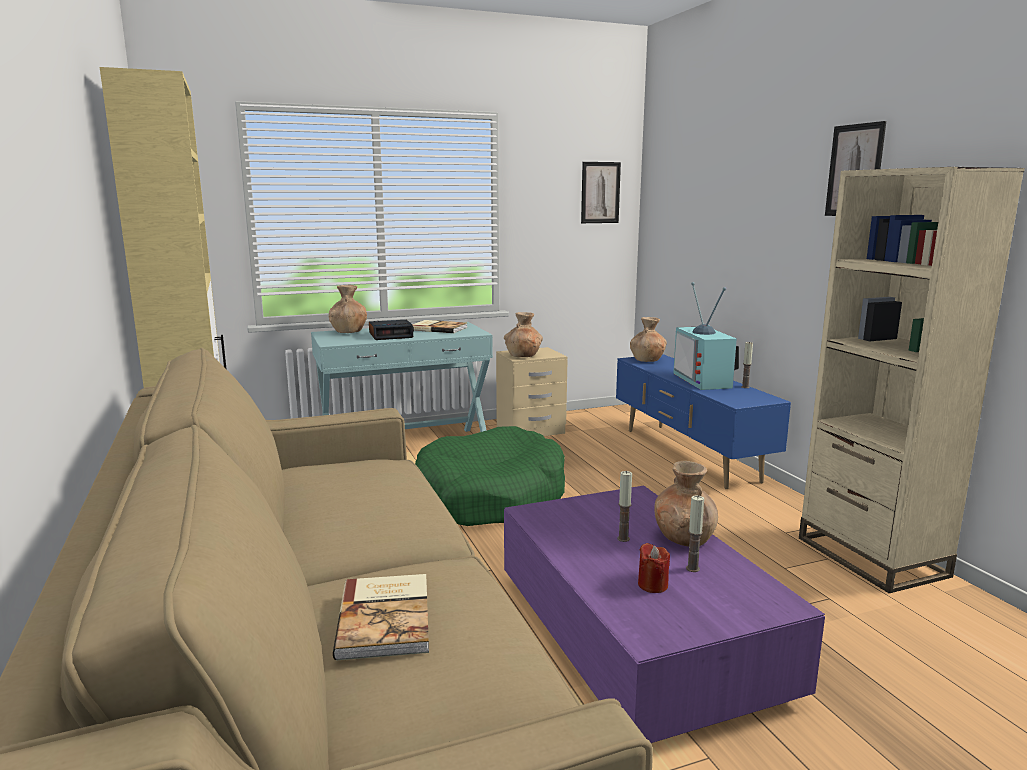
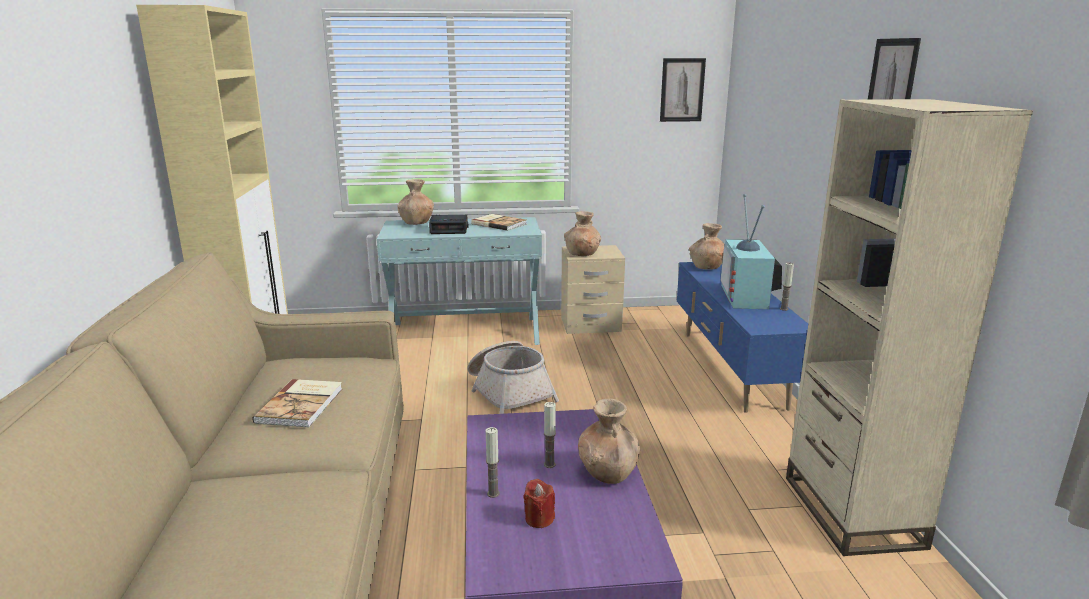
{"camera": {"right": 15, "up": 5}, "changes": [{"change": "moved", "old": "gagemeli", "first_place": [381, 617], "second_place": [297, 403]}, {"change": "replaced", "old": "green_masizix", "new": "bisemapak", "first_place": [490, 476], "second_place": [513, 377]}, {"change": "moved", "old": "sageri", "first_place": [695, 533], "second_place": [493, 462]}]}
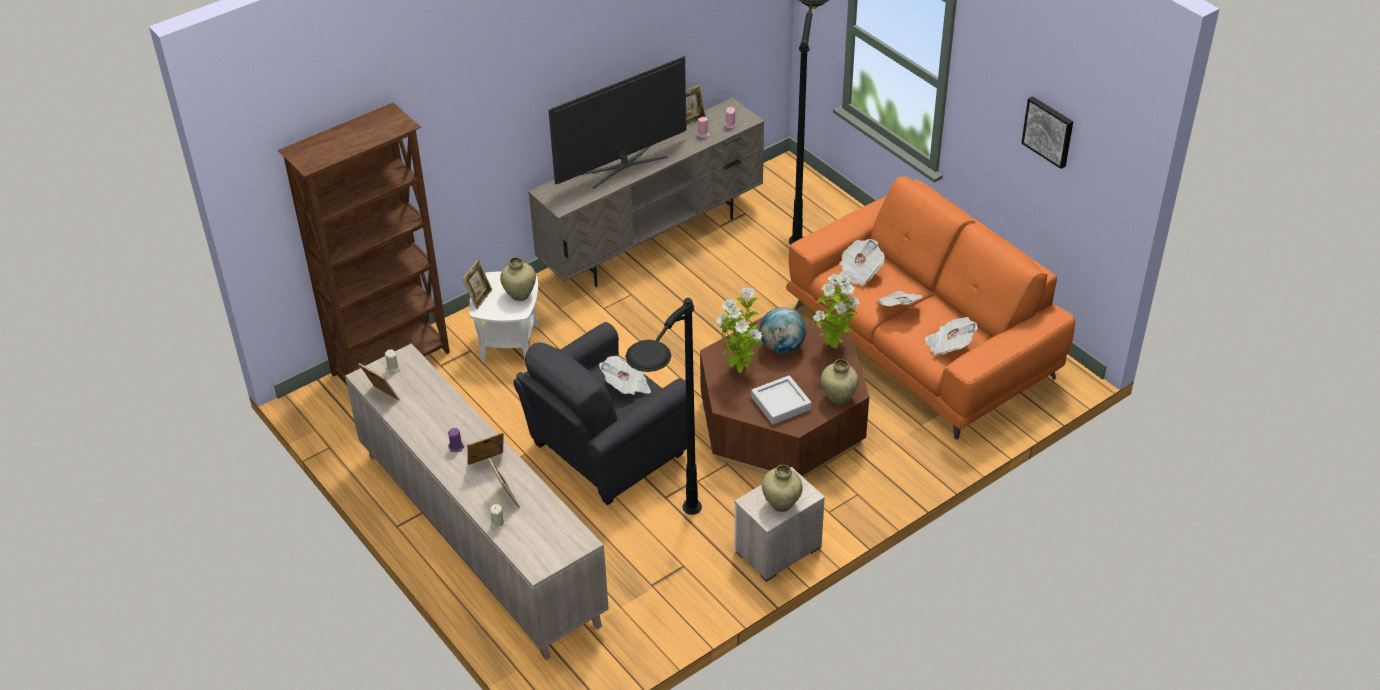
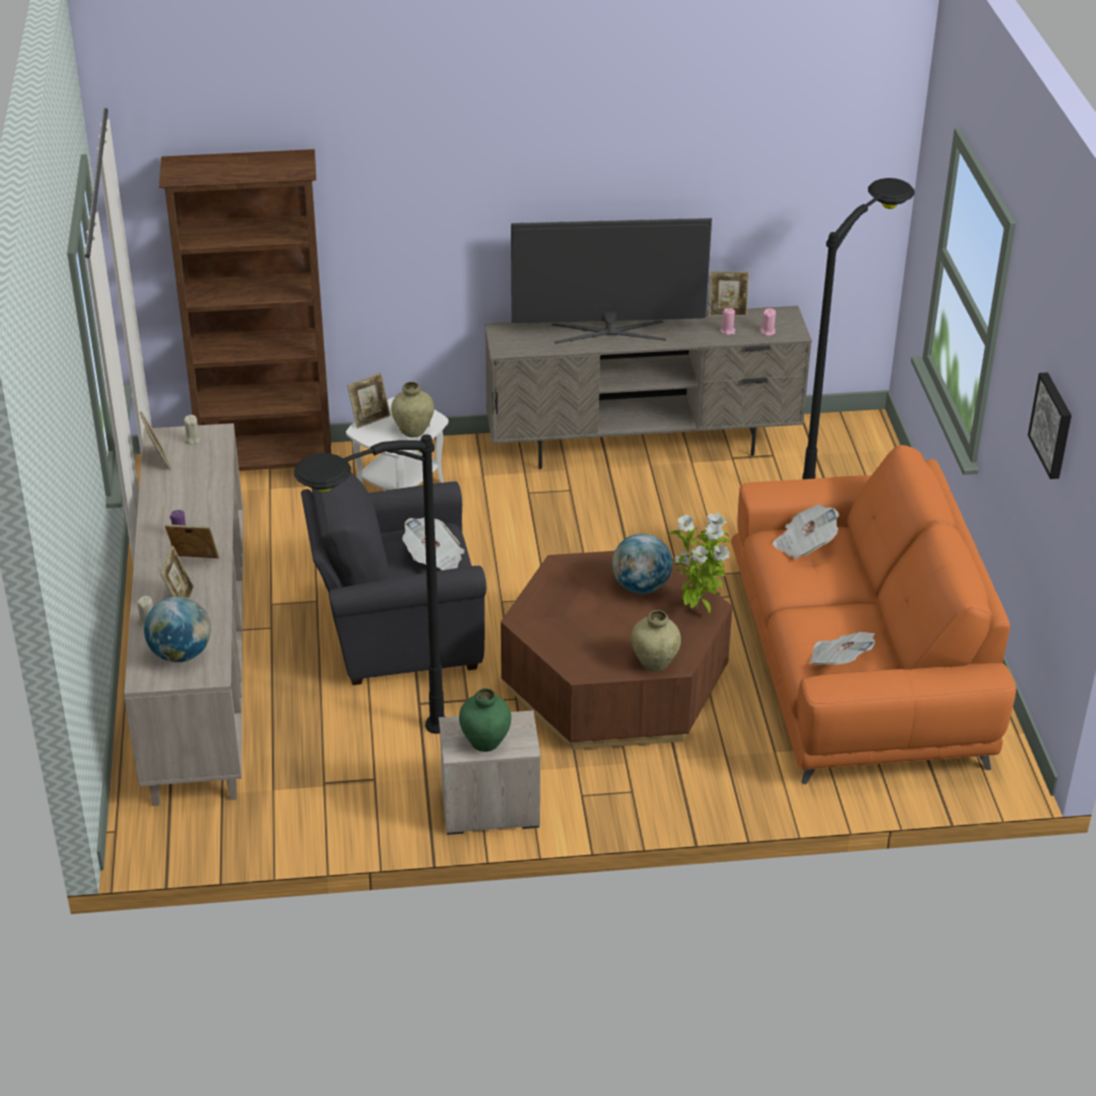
{"camera": {"right": 30, "up": -5}, "changes": [{"change": "removed", "old": "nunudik", "first_place": [739, 330]}, {"change": "removed", "old": "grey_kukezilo", "first_place": [781, 400]}, {"change": "recoloured", "old": "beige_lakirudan", "new": "green_lakirudan", "first_place": [782, 488], "second_place": [485, 720]}, {"change": "removed", "old": "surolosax", "first_place": [900, 298]}, {"change": "added", "new": "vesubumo", "second_place": [177, 629]}]}
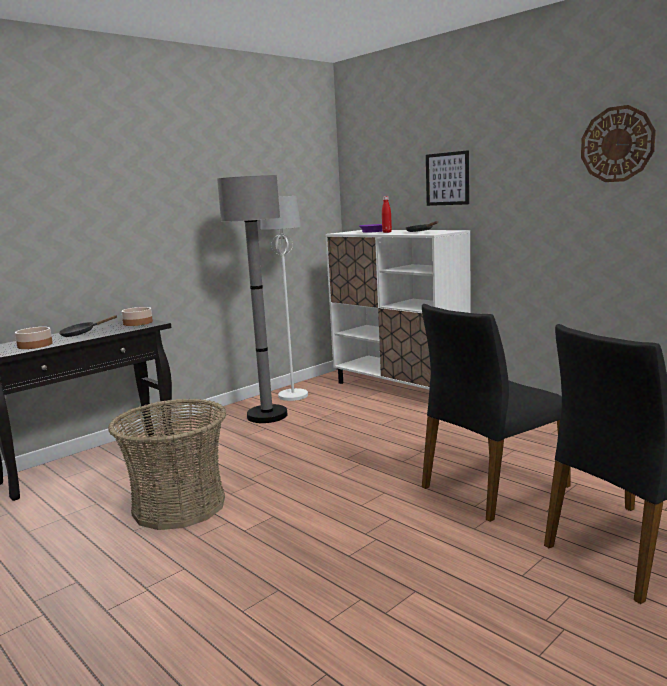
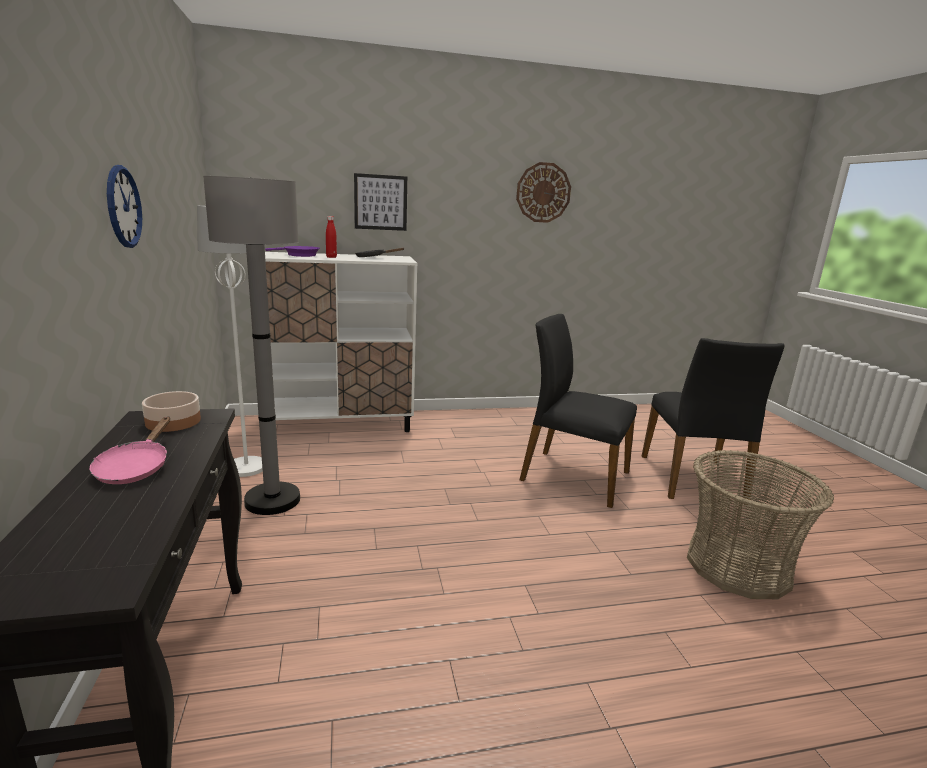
{"camera": {"right": -60, "up": 5}, "changes": [{"change": "removed", "old": "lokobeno", "first_place": [34, 338]}, {"change": "recoloured", "old": "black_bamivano", "new": "pink_bamivano", "first_place": [88, 326], "second_place": [130, 450]}, {"change": "moved", "old": "bisemapak", "first_place": [167, 464], "second_place": [760, 524]}, {"change": "turned", "old": "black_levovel", "first_place": [496, 413], "second_place": [578, 411], "degrees": 120}, {"change": "added", "new": "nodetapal", "second_place": [124, 206]}]}
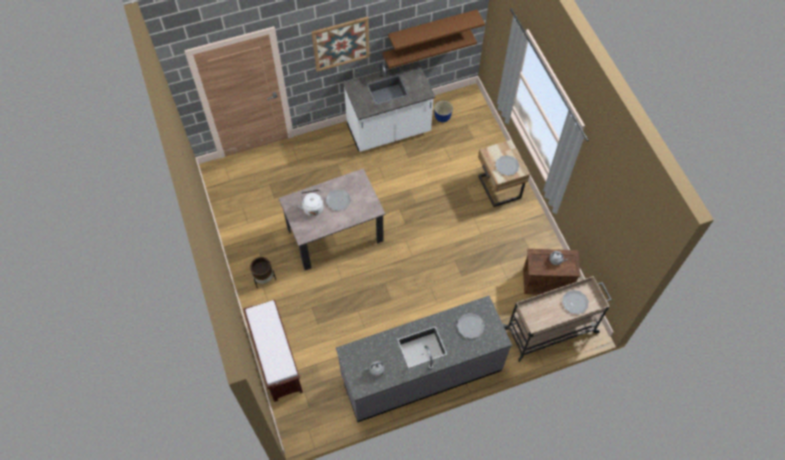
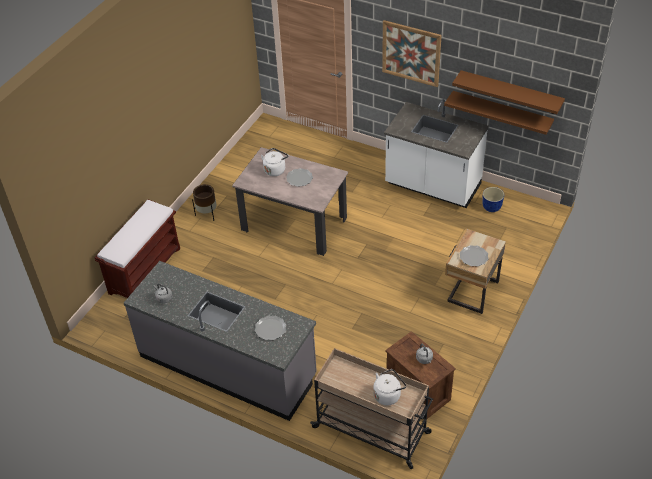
{"camera": {"right": 50, "up": -15}, "changes": [{"change": "replaced", "old": "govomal", "new": "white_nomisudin", "first_place": [575, 302], "second_place": [389, 387]}]}
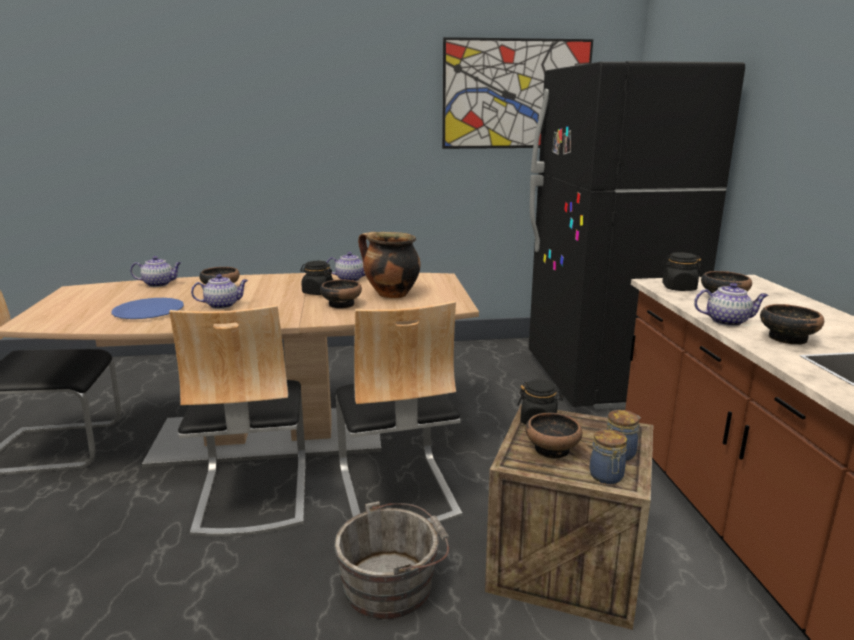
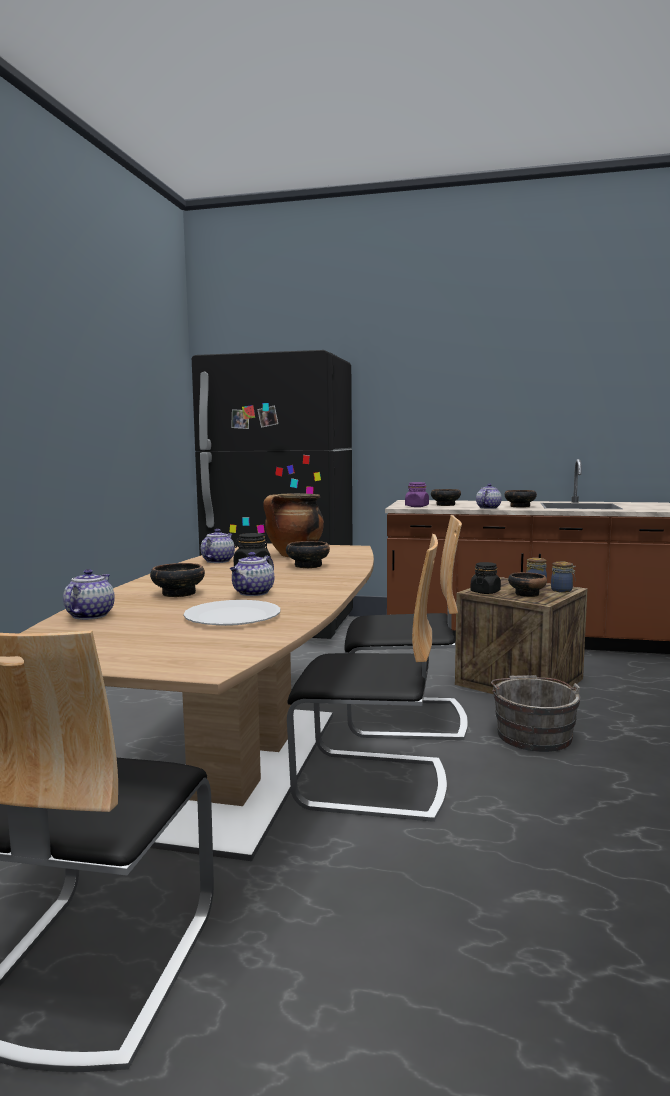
{"camera": {"right": -70, "up": -10}, "changes": [{"change": "recoloured", "old": "blue_govomal", "new": "white_govomal", "first_place": [147, 308], "second_place": [231, 613]}, {"change": "turned", "old": "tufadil", "first_place": [219, 291], "second_place": [252, 574], "degrees": -150}, {"change": "removed", "old": "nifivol", "first_place": [517, 93]}, {"change": "recoloured", "old": "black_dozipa", "new": "purple_dozipa", "first_place": [681, 271], "second_place": [417, 494]}]}
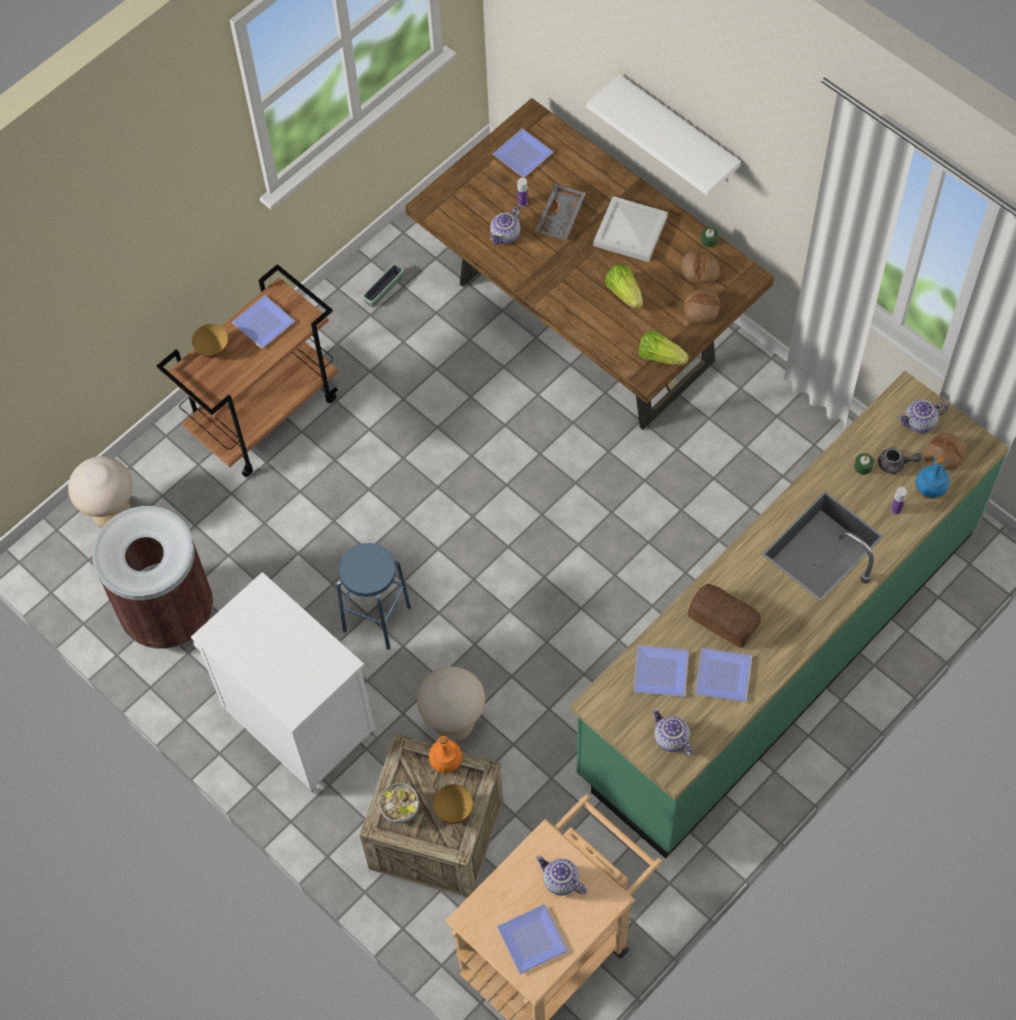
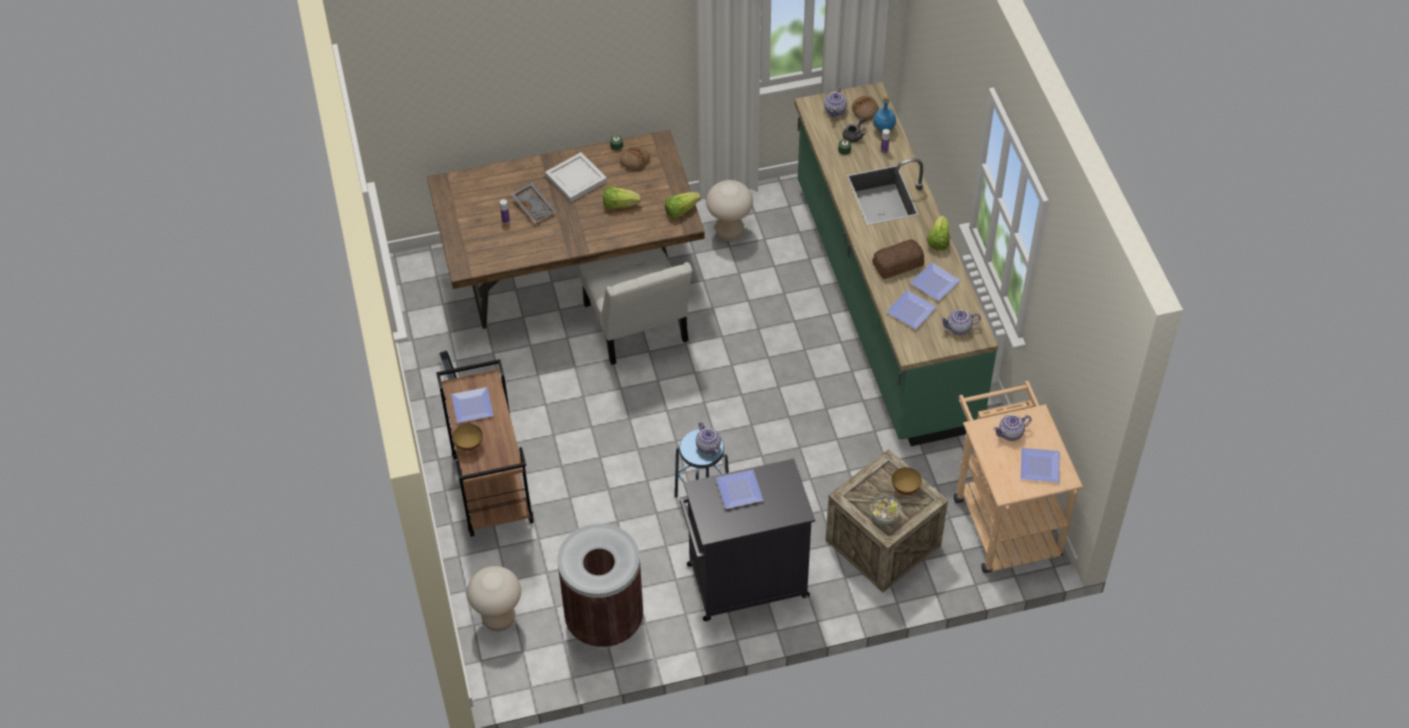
{"camera": {"right": -60, "up": -10}, "changes": [{"change": "recoloured", "old": "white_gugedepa", "new": "black_gugedepa", "first_place": [284, 683], "second_place": [747, 540]}, {"change": "moved", "old": "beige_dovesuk", "first_place": [451, 704], "second_place": [729, 210]}, {"change": "removed", "old": "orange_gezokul", "first_place": [446, 755]}, {"change": "moved", "old": "tufadil", "first_place": [505, 225], "second_place": [708, 438]}, {"change": "moved", "old": "govomal", "first_place": [523, 153], "second_place": [739, 489]}, {"change": "removed", "old": "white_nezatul", "first_place": [664, 135]}, {"change": "removed", "old": "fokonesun", "first_place": [702, 306]}, {"change": "added", "new": "white_levovel", "second_place": [635, 306]}, {"change": "added", "new": "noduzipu", "second_place": [938, 233]}]}
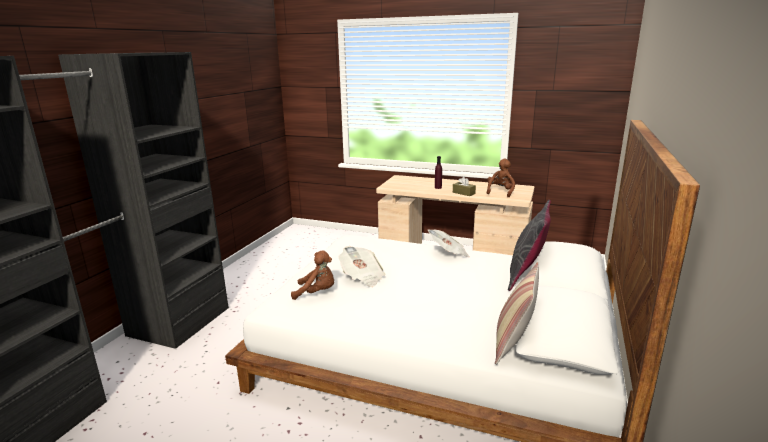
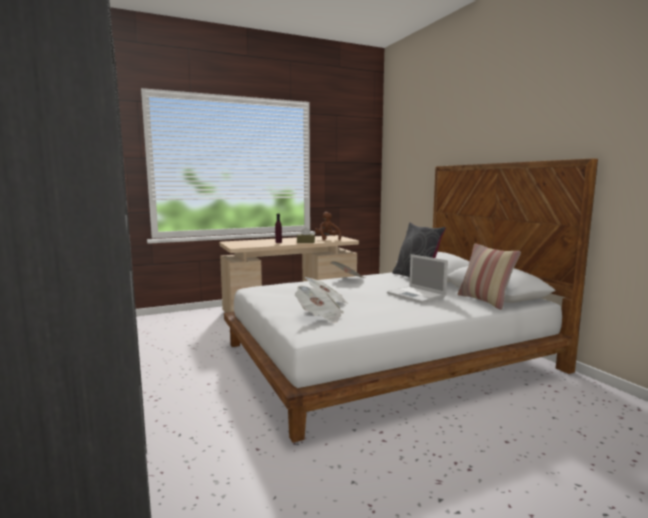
{"camera": {"right": -45, "up": -10}, "changes": [{"change": "replaced", "old": "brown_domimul", "new": "surolosax", "first_place": [312, 275], "second_place": [319, 304]}, {"change": "added", "new": "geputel", "second_place": [417, 278]}]}
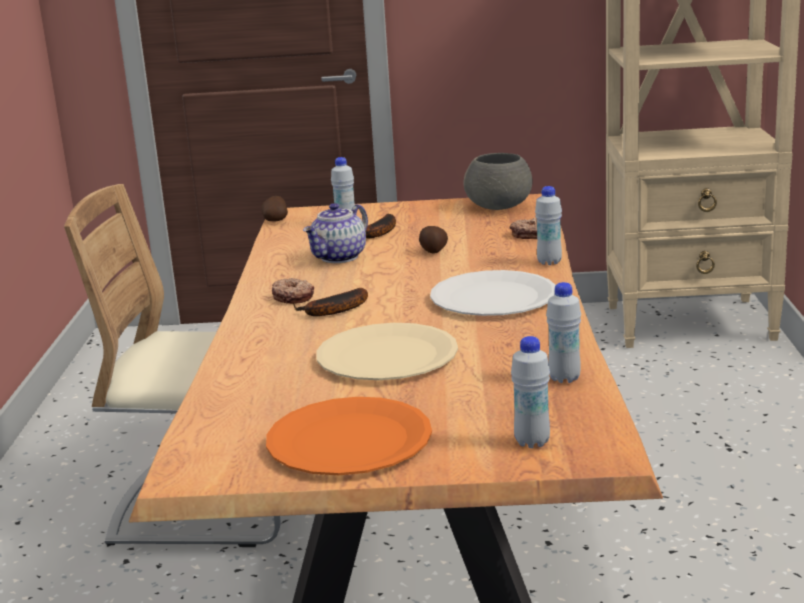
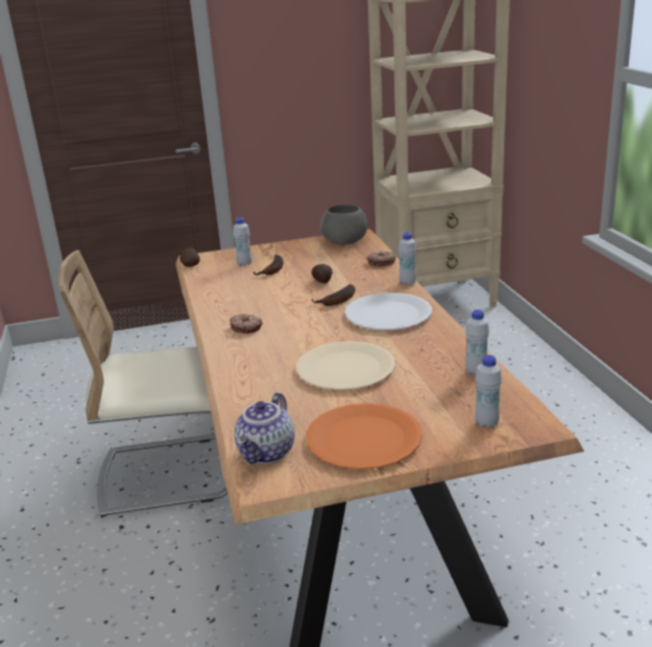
{"camera": {"right": -15, "up": 5}, "changes": [{"change": "moved", "old": "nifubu", "first_place": [330, 302], "second_place": [333, 295]}, {"change": "moved", "old": "tufadil", "first_place": [335, 233], "second_place": [264, 428]}]}
